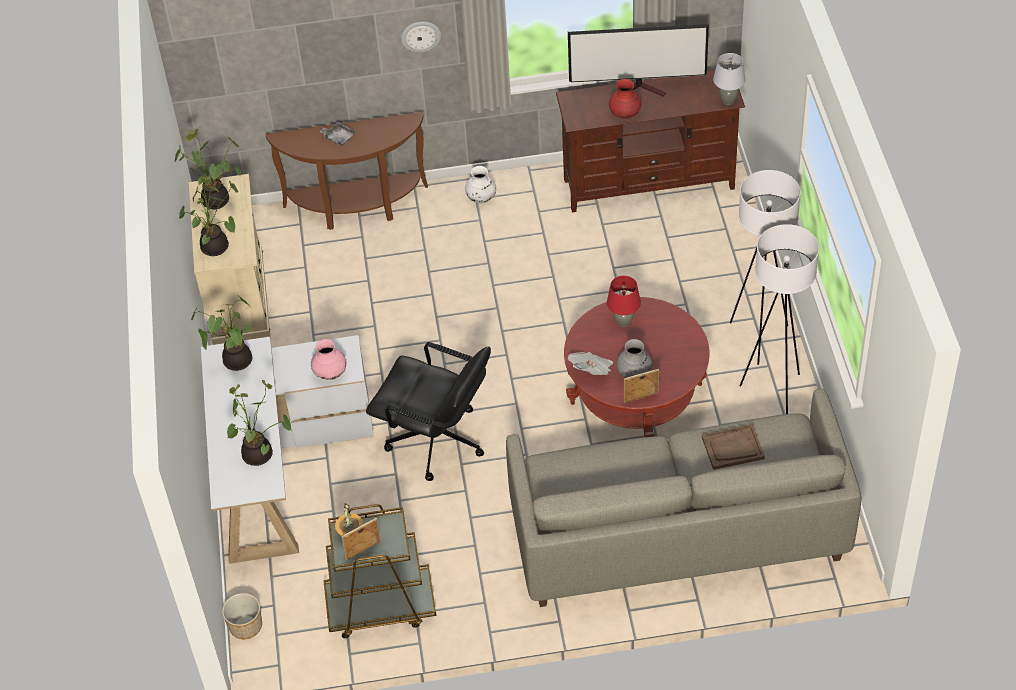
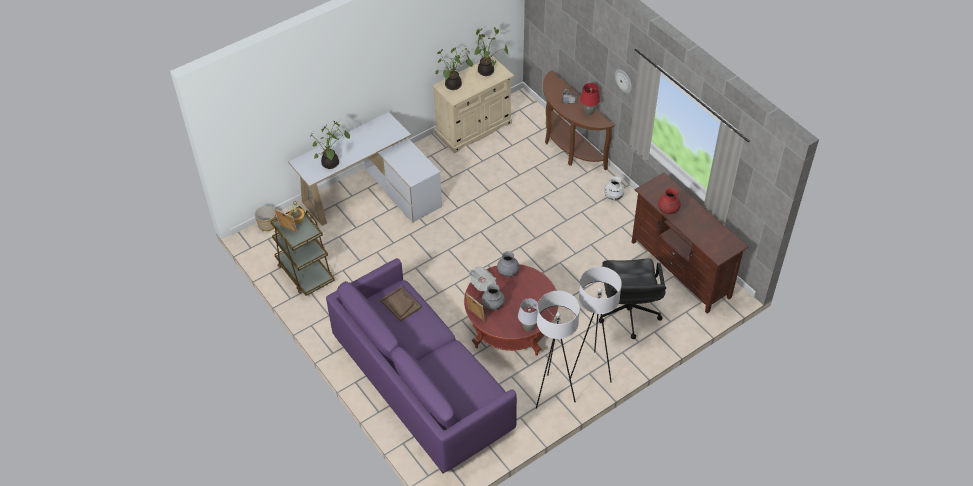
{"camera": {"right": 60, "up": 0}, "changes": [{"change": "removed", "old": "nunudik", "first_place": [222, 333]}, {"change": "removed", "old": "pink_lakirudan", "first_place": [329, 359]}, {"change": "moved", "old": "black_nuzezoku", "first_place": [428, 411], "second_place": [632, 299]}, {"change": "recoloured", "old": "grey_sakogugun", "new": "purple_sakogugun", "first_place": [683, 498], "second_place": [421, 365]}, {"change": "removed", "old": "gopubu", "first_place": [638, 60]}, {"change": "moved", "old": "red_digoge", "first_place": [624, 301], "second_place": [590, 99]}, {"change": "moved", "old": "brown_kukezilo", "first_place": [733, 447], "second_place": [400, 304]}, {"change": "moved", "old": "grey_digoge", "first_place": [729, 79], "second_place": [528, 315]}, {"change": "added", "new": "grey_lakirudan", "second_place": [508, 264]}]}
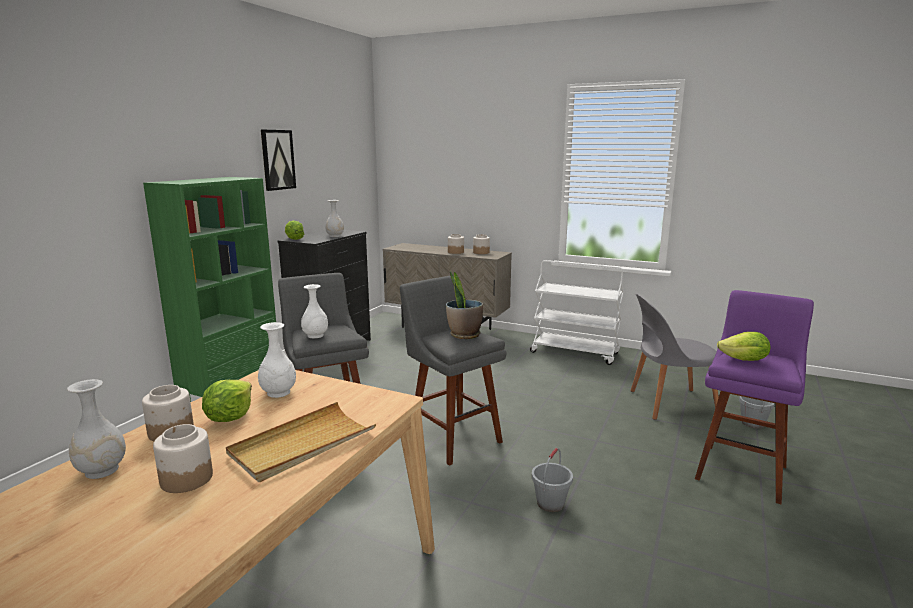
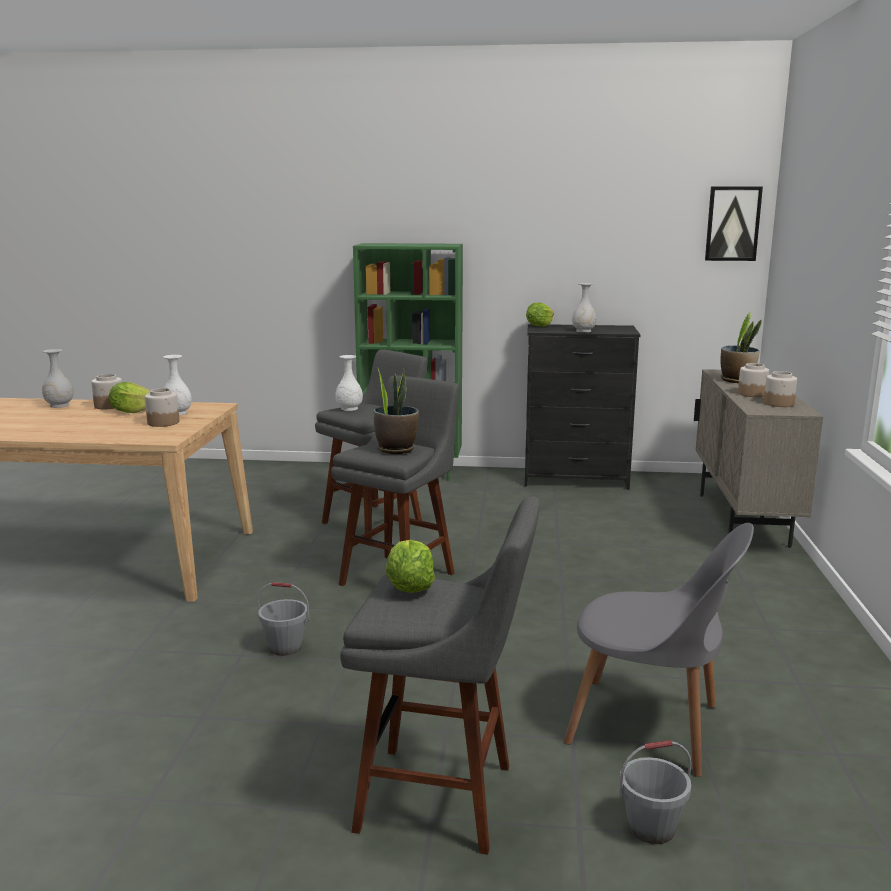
{"camera": {"right": 70, "up": 0}, "changes": [{"change": "moved", "old": "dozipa", "first_place": [183, 458], "second_place": [162, 407]}, {"change": "removed", "old": "beige_kukezilo", "first_place": [301, 442]}, {"change": "moved", "old": "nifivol", "first_place": [278, 160], "second_place": [734, 223]}, {"change": "removed", "old": "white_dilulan", "first_place": [577, 312]}, {"change": "turned", "old": "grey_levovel", "first_place": [675, 357], "second_place": [658, 650], "degrees": 135}, {"change": "recoloured", "old": "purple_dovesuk", "new": "grey_dovesuk", "first_place": [754, 397], "second_place": [440, 675]}, {"change": "added", "new": "nunudik", "second_place": [741, 347]}]}
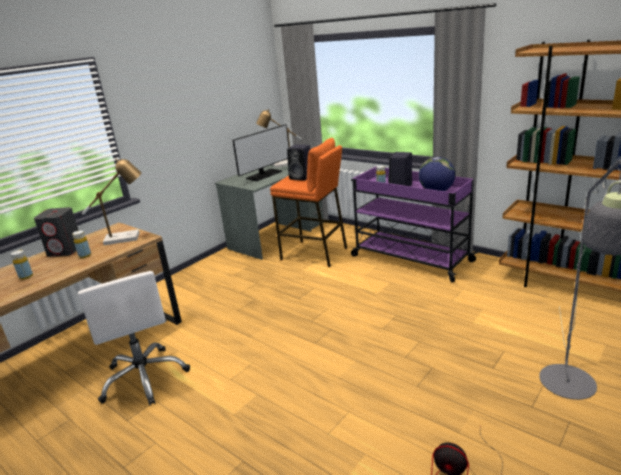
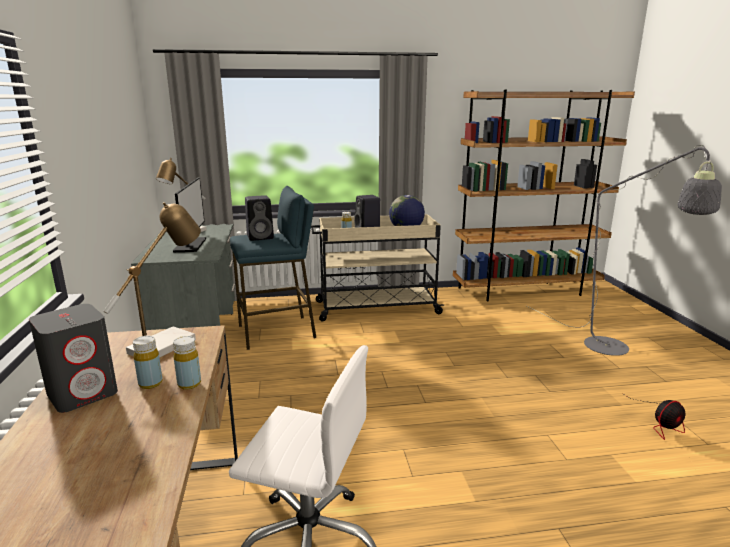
{"camera": {"right": -50, "up": -5}, "changes": [{"change": "moved", "old": "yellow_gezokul", "first_place": [22, 265], "second_place": [187, 363]}, {"change": "recoloured", "old": "orange_dovesuk", "new": "blue_dovesuk", "first_place": [308, 202], "second_place": [273, 268]}, {"change": "recoloured", "old": "purple_dilulan", "new": "beige_dilulan", "first_place": [414, 224], "second_place": [377, 268]}]}
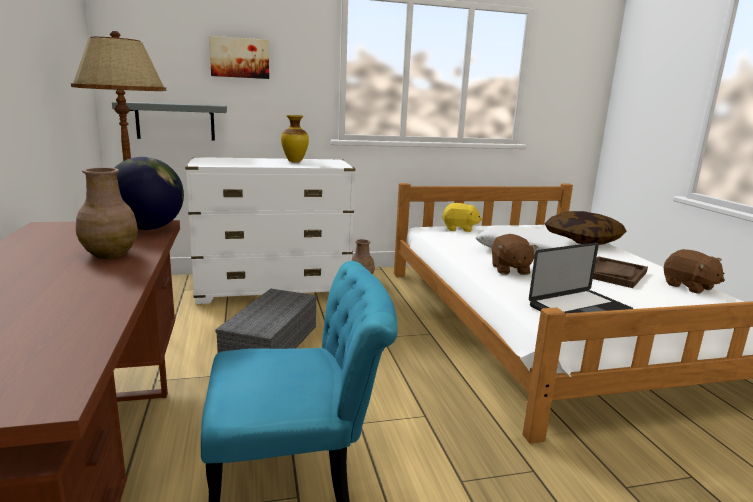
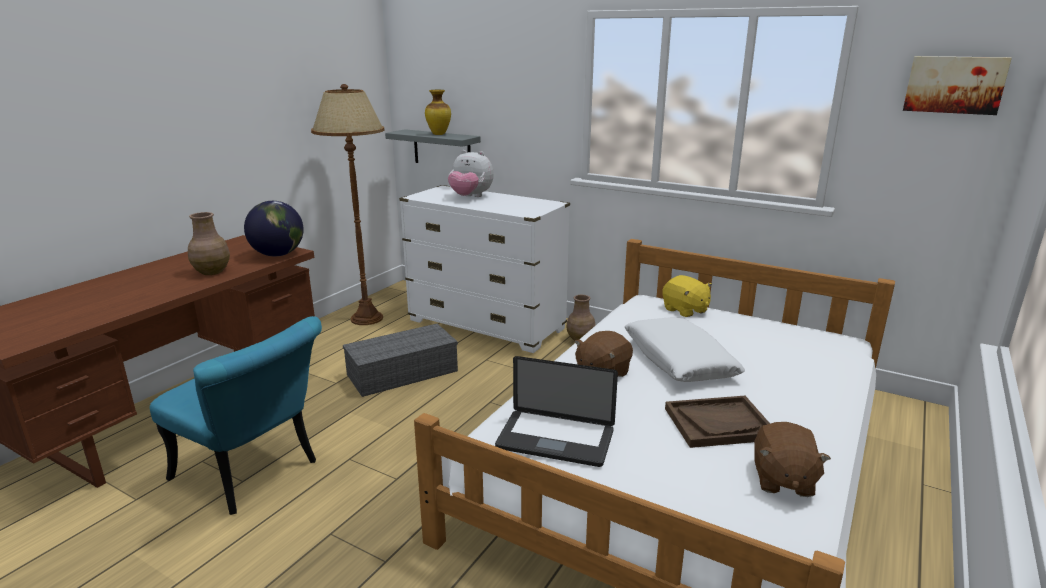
{"camera": {"right": 45, "up": 5}, "changes": [{"change": "moved", "old": "nifivol", "first_place": [239, 57], "second_place": [957, 85]}, {"change": "moved", "old": "lakirudan", "first_place": [295, 138], "second_place": [438, 112]}, {"change": "removed", "old": "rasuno", "first_place": [586, 228]}, {"change": "added", "new": "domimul", "second_place": [471, 173]}]}
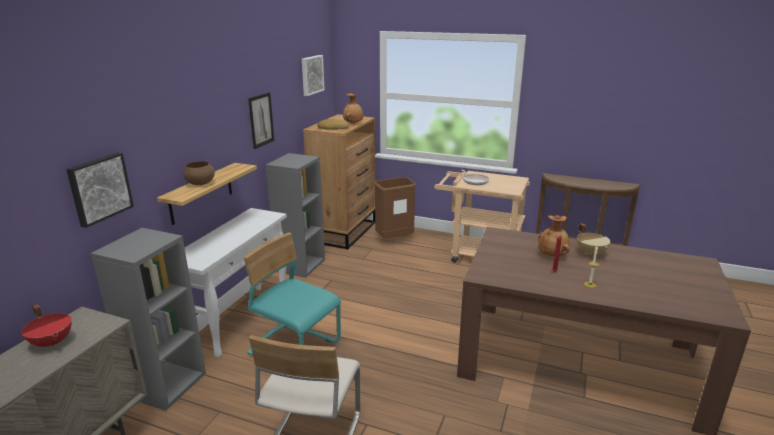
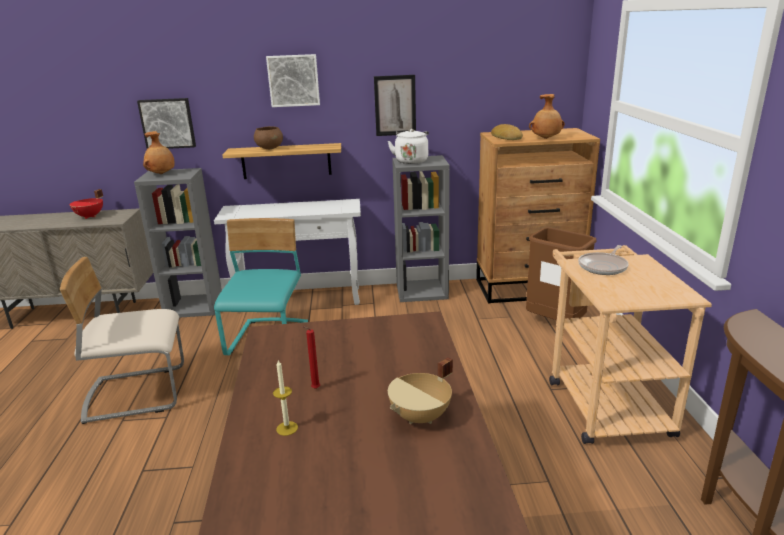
{"camera": {"right": 65, "up": 0}, "changes": [{"change": "moved", "old": "nifivol", "first_place": [313, 75], "second_place": [293, 80]}, {"change": "moved", "old": "brown_lakirudan", "first_place": [554, 235], "second_place": [159, 152]}, {"change": "added", "new": "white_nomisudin", "second_place": [408, 146]}]}
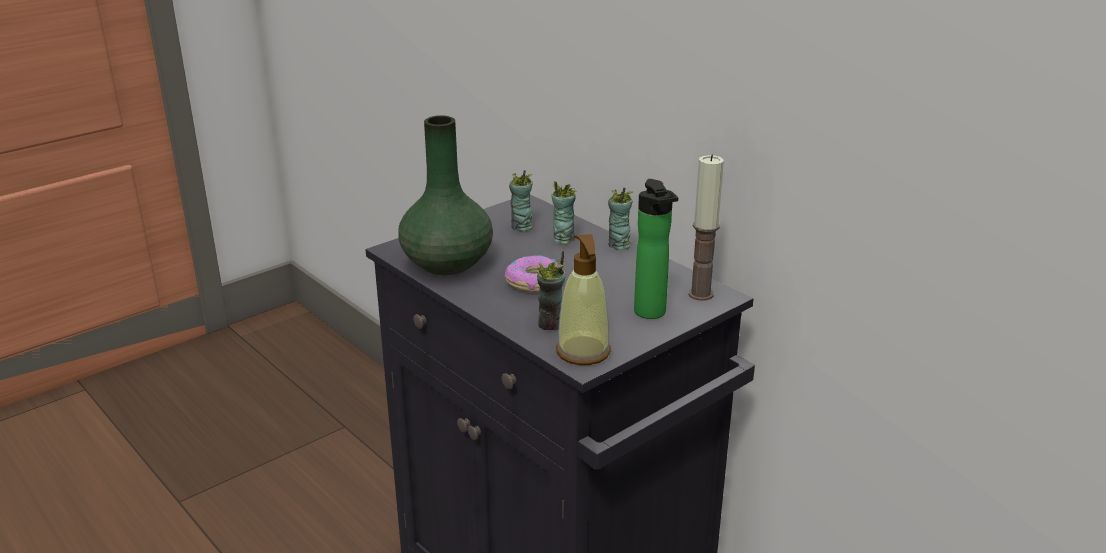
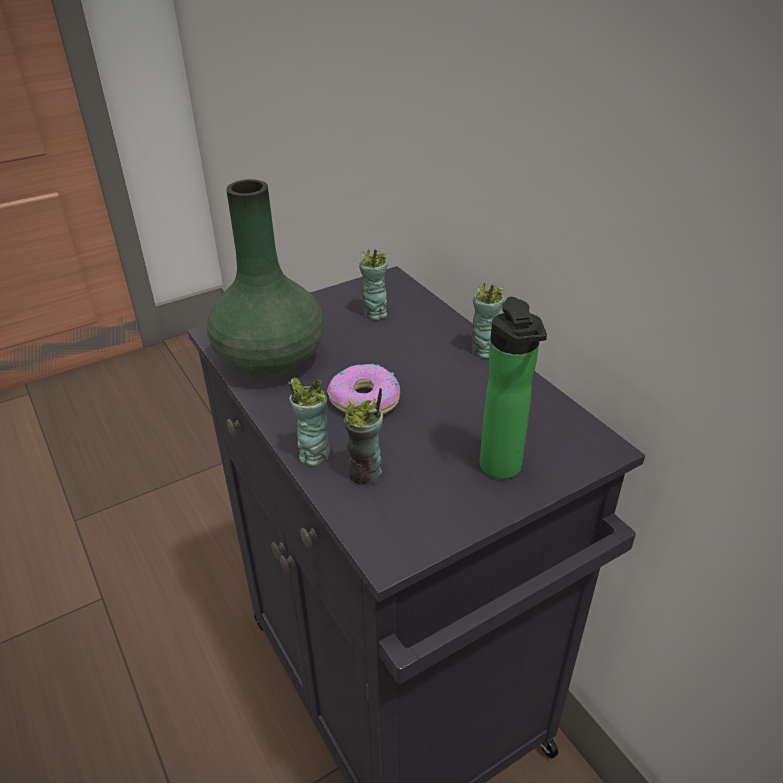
{"camera": {"right": 10, "up": 10}, "changes": [{"change": "moved", "old": "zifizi", "first_place": [563, 213], "second_place": [309, 421]}, {"change": "removed", "old": "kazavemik", "first_place": [583, 299]}, {"change": "removed", "old": "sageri", "first_place": [706, 228]}]}
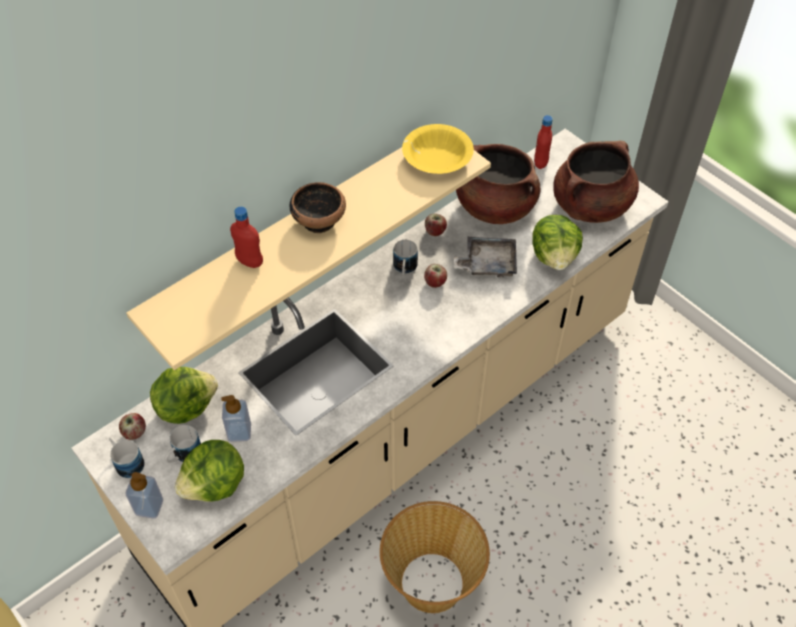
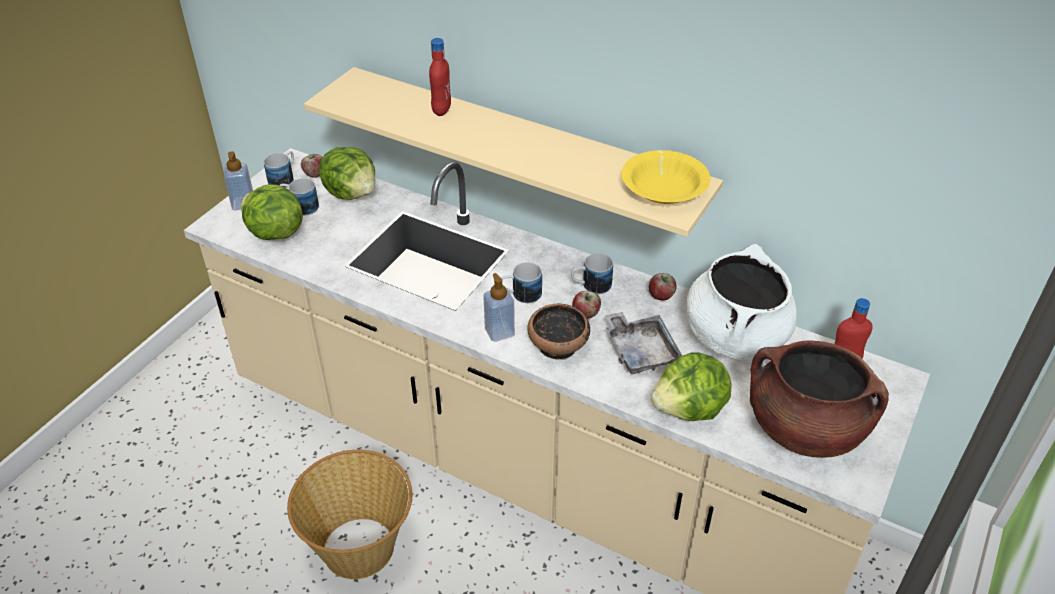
{"camera": {"right": 70, "up": -10}, "changes": [{"change": "moved", "old": "kazavemik", "first_place": [236, 418], "second_place": [499, 307]}, {"change": "moved", "old": "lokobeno", "first_place": [318, 207], "second_place": [558, 332]}, {"change": "recoloured", "old": "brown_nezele", "new": "white_nezele", "first_place": [498, 184], "second_place": [741, 302]}, {"change": "added", "new": "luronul", "second_place": [521, 282]}]}
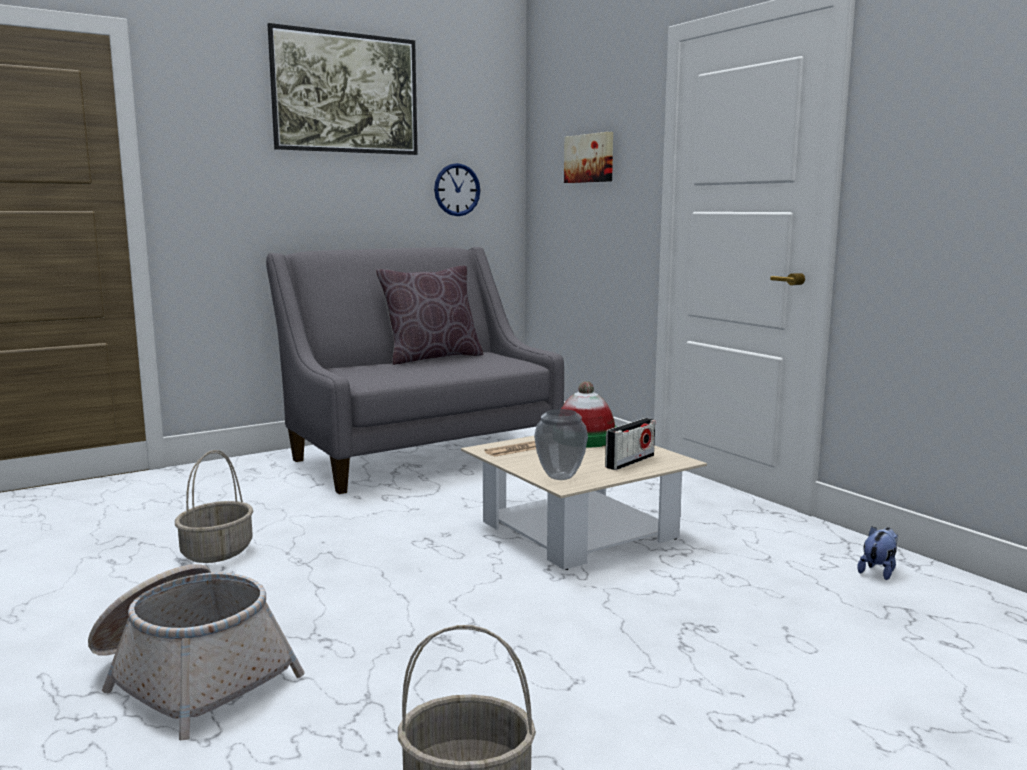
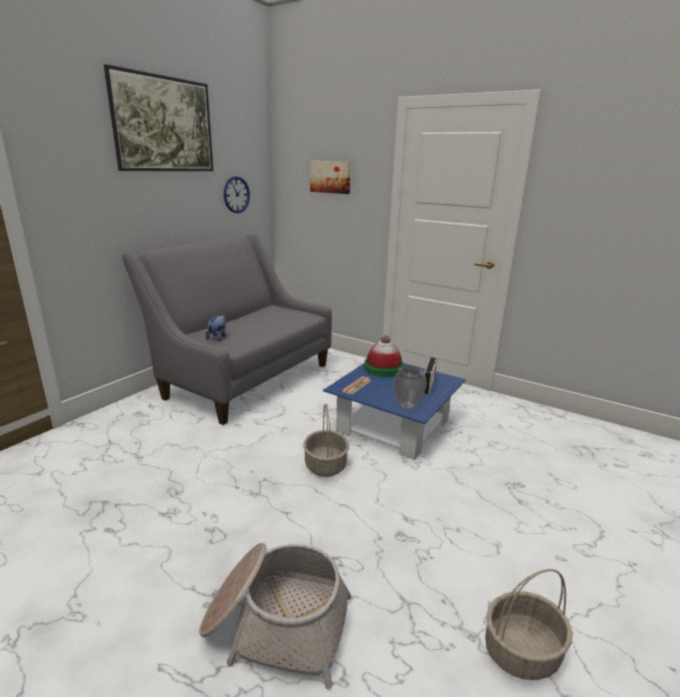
{"camera": {"right": -25, "up": 10}, "changes": [{"change": "moved", "old": "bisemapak", "first_place": [214, 506], "second_place": [326, 440]}, {"change": "removed", "old": "brown_rasuno", "first_place": [429, 315]}, {"change": "recoloured", "old": "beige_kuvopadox", "new": "blue_kuvopadox", "first_place": [584, 503], "second_place": [394, 411]}, {"change": "moved", "old": "domimul", "first_place": [877, 553], "second_place": [215, 328]}]}
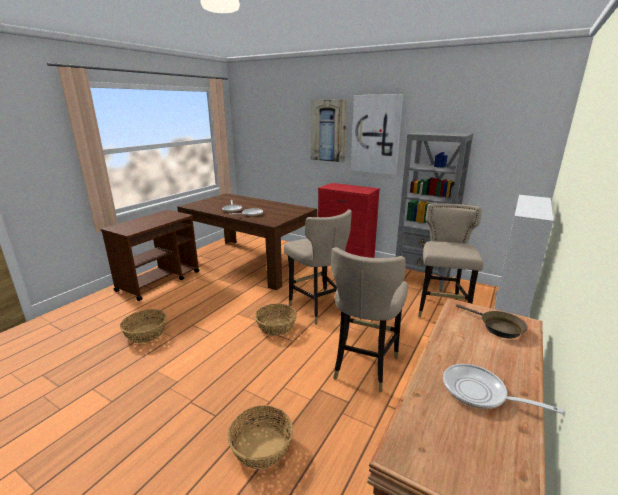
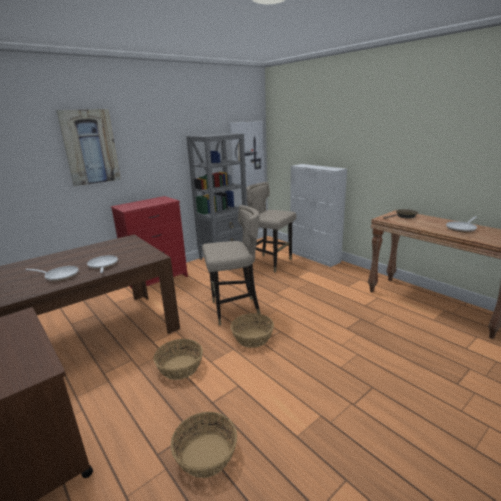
{"camera": {"right": -70, "up": 0}, "changes": [{"change": "moved", "old": "bisemapak", "first_place": [260, 437], "second_place": [178, 359]}, {"change": "removed", "old": "beige_dovesuk", "first_place": [369, 319]}, {"change": "moved", "old": "nifivol", "first_place": [377, 134], "second_place": [246, 153]}]}
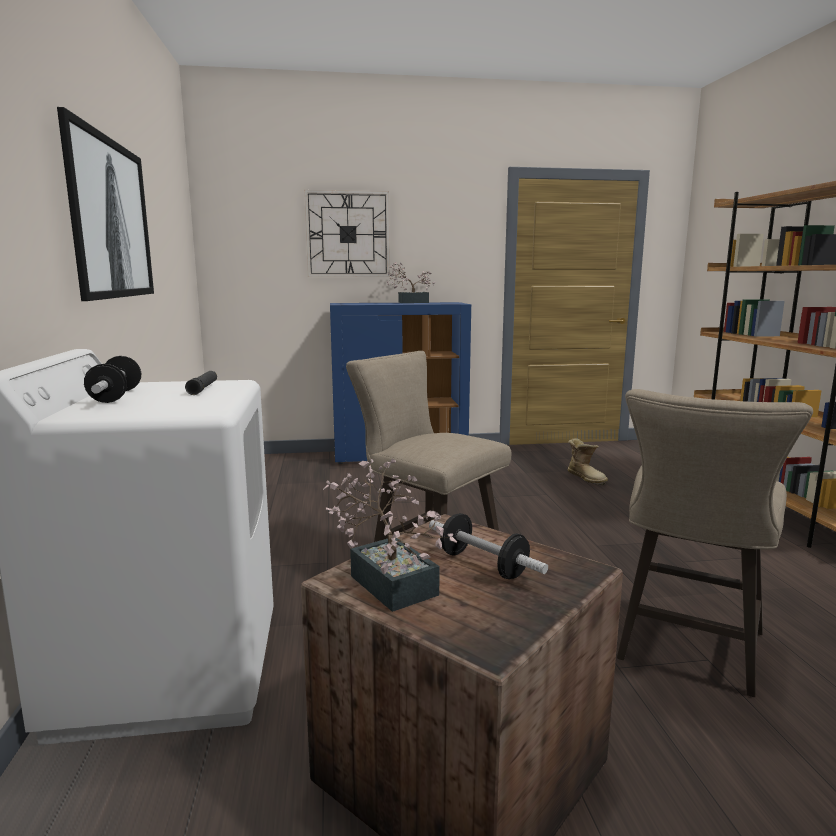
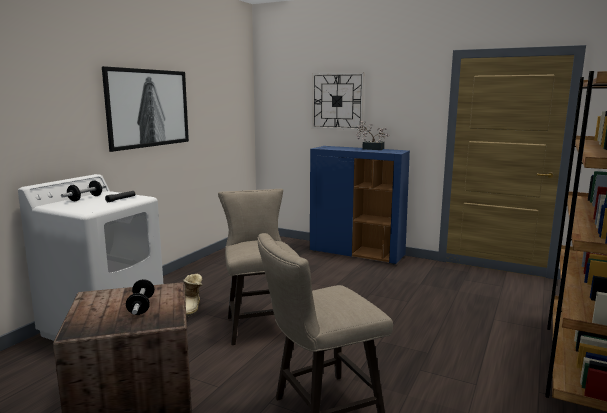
{"camera": {"right": 35, "up": 0}, "changes": [{"change": "removed", "old": "nunudik", "first_place": [389, 535]}, {"change": "moved", "old": "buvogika", "first_place": [587, 461], "second_place": [193, 295]}]}
